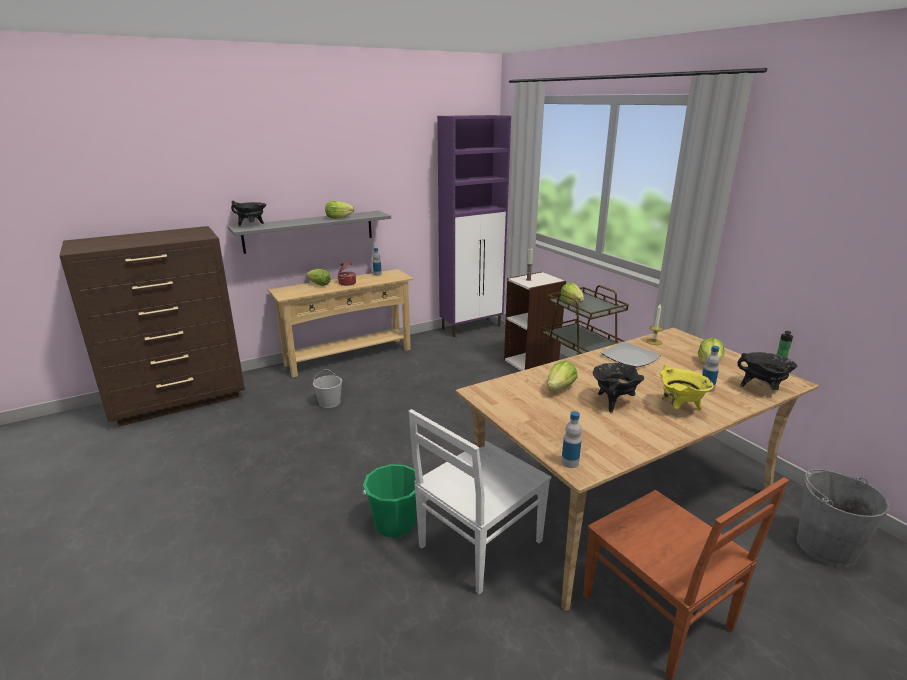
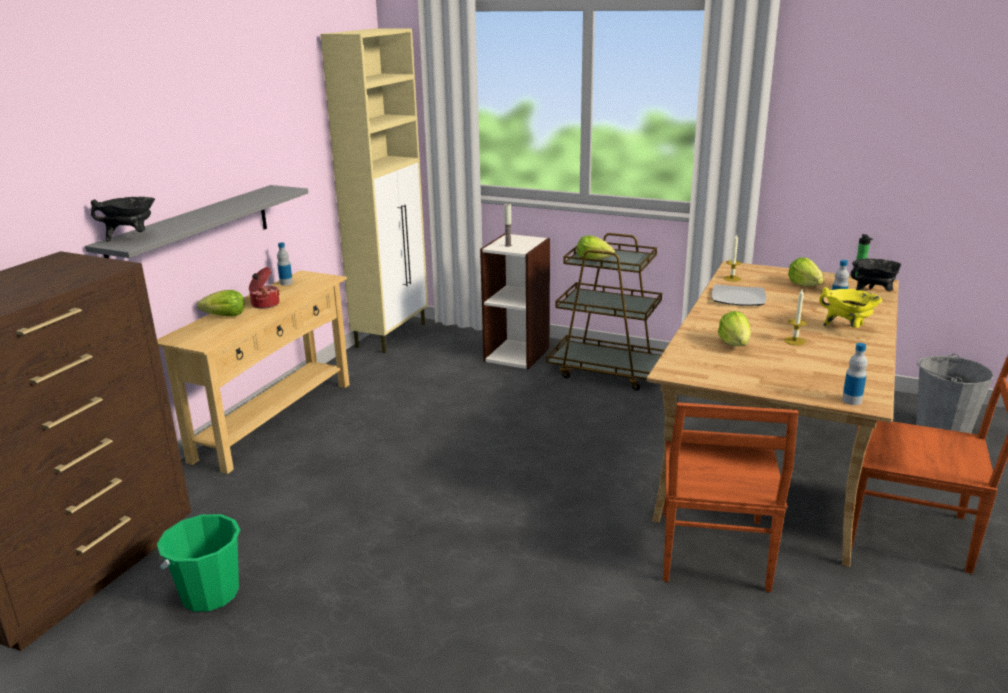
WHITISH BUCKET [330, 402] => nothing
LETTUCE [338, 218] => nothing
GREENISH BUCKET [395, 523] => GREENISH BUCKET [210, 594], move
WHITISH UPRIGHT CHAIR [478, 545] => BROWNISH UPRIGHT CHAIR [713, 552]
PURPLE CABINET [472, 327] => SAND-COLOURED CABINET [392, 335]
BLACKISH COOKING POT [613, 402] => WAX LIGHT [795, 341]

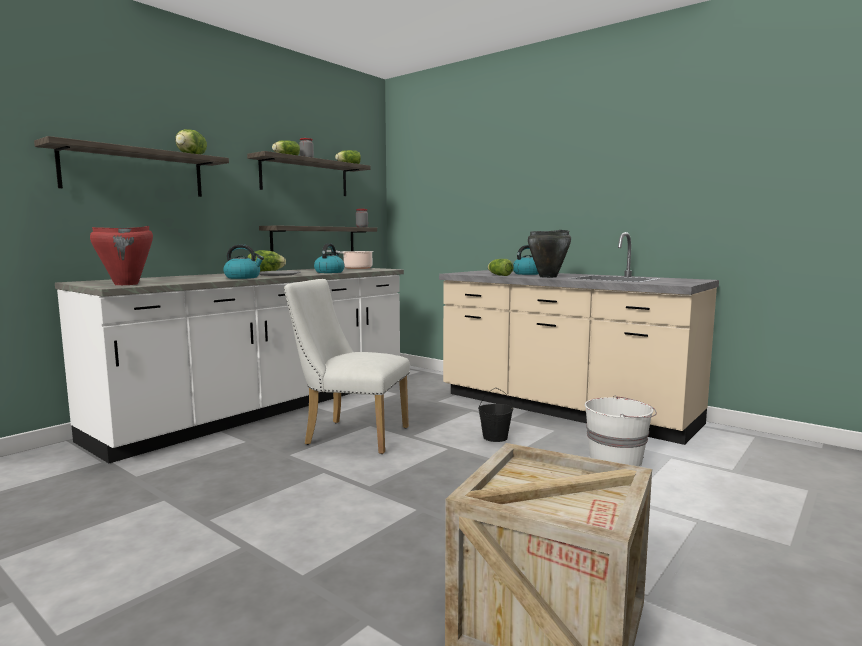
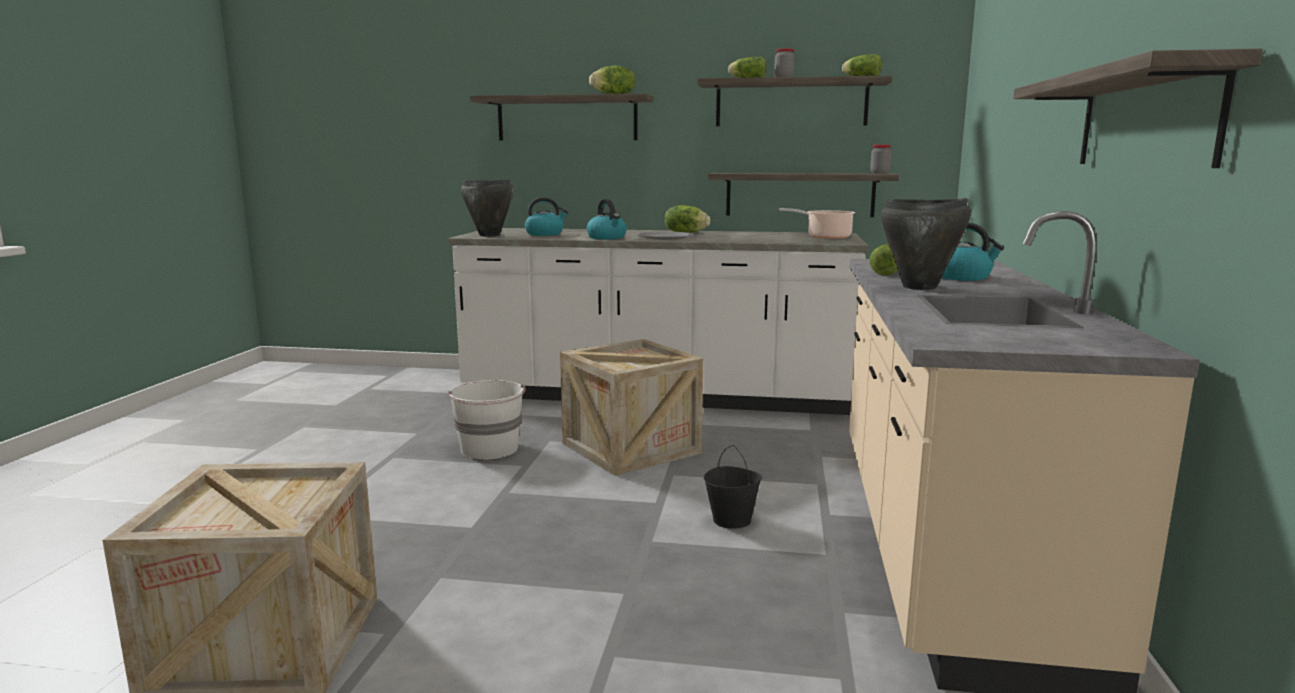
RED-COLOURED COOKING POT [126, 284] => BLACKISH COOKING POT [489, 235]
WHITISH UPRIGHT CHAIR [350, 435] => SHIPPING CRATE [631, 448]
WATER KETTLE [329, 272] => WATER KETTLE [545, 234], move
WHITISH BUCKET [616, 459] => WHITISH BUCKET [490, 449], move
nothing => SHELF [1145, 119]

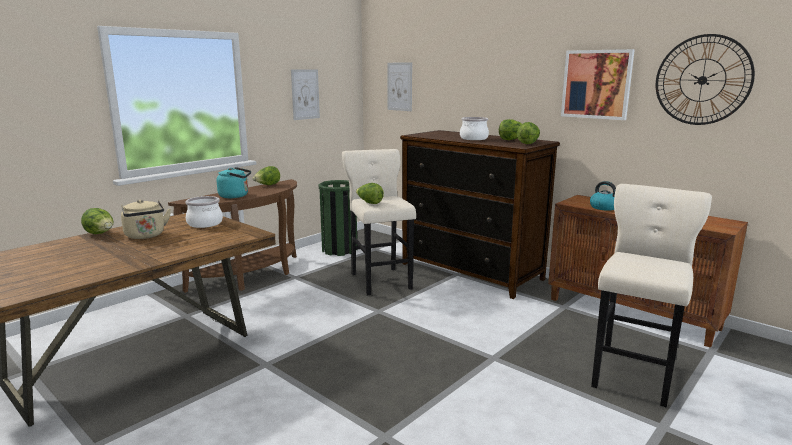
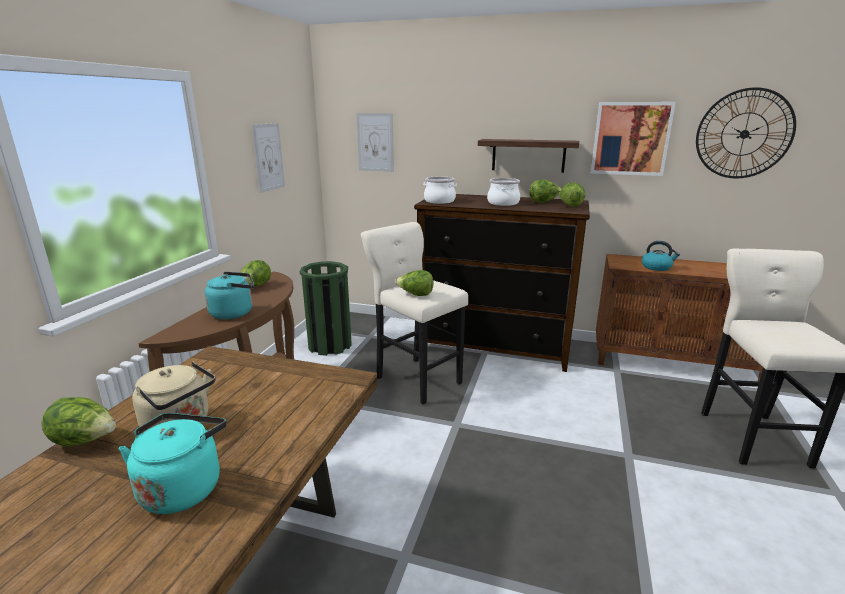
COOKING POT [205, 223] => COOKING POT [439, 201], move
nothing => TURQUOISE WATER KETTLE [183, 487]
nothing => SHELF [528, 155]

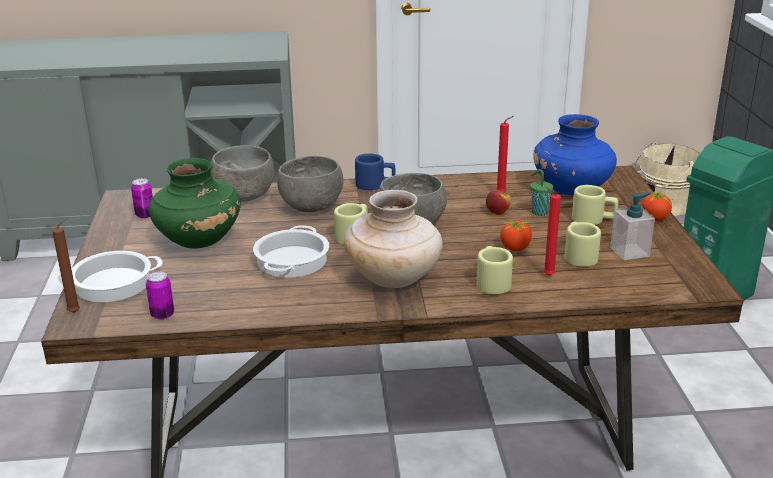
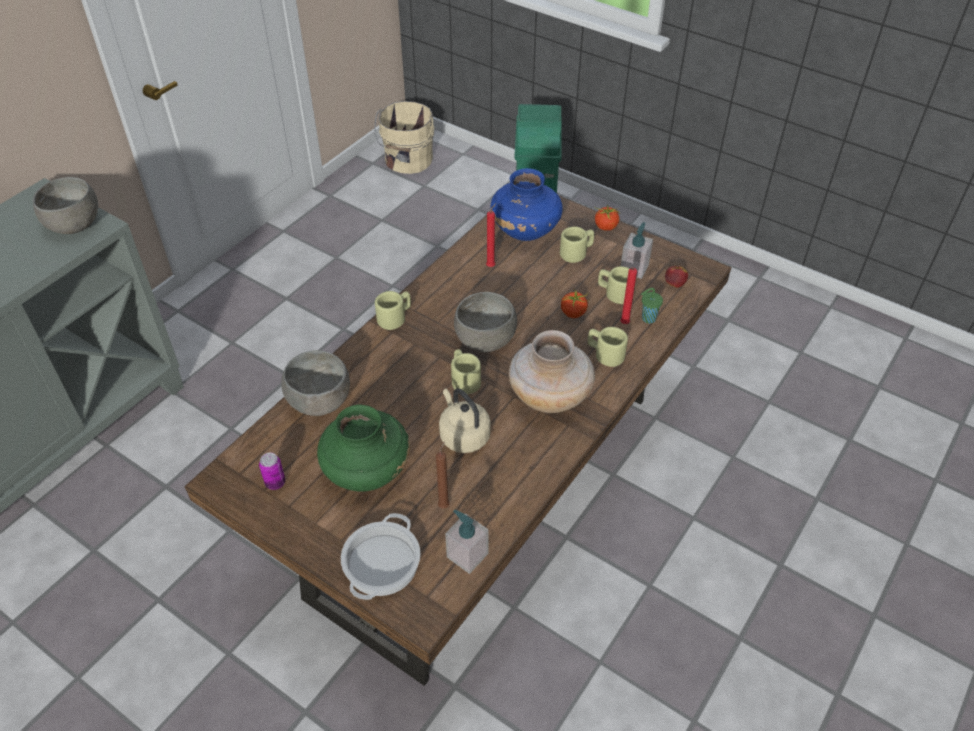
BROWNISH WAX LIGHT [76, 312] => BROWNISH WAX LIGHT [444, 504], move
CAN [162, 315] => LIQUID SOAP BOTTLE [467, 555]
COOKING POT [291, 260] => SAND-COLOURED WATER KETTLE [463, 435]
GREYISH DEEP DISH [312, 207] => GREYISH DEEP DISH [74, 225], move
BLUISH COFFEE MUG [375, 185] => SAND-COLOURED COFFEE MUG [395, 317]
APPLE [497, 213] => APPLE [674, 284], move
GREENISH CUP [538, 212] => GREENISH CUP [647, 318], move

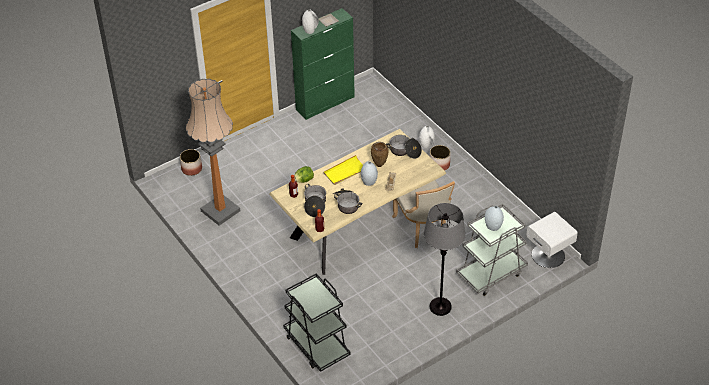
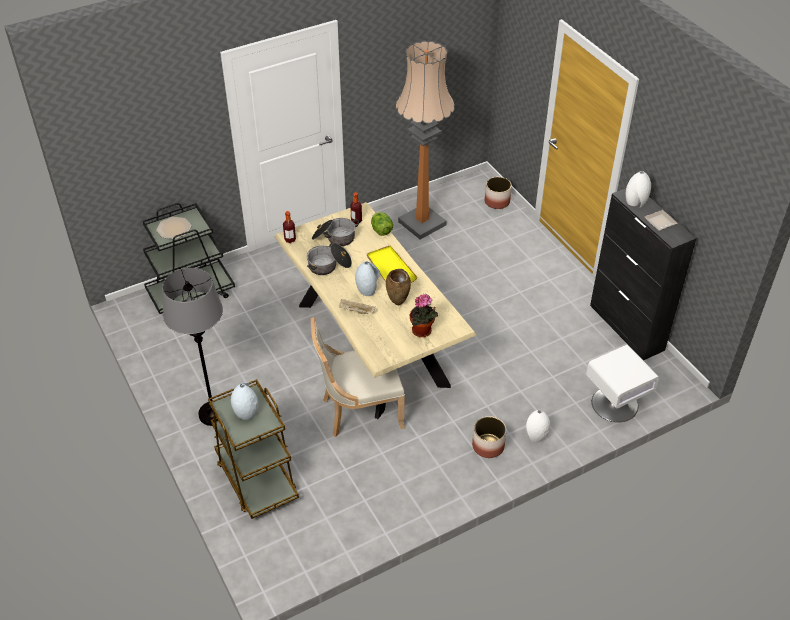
GREENISH CABINET [325, 103] => BLACKISH CABINET [626, 328]
COOKING POT [404, 151] => POTTED PLANT [423, 331]
GREYISH TROLLEY [491, 273] => BROWNISH TROLLEY [256, 479]
WHITISH BEDSIDE TABLE [548, 255] => WHITISH BEDSIDE TABLE [615, 404], move
nothing => DINNER PLATE [174, 228]

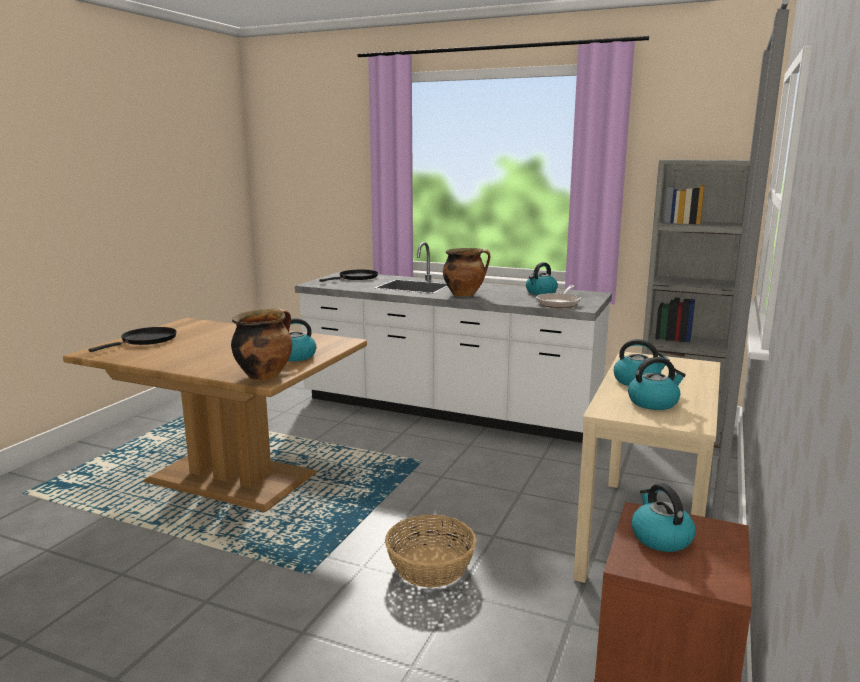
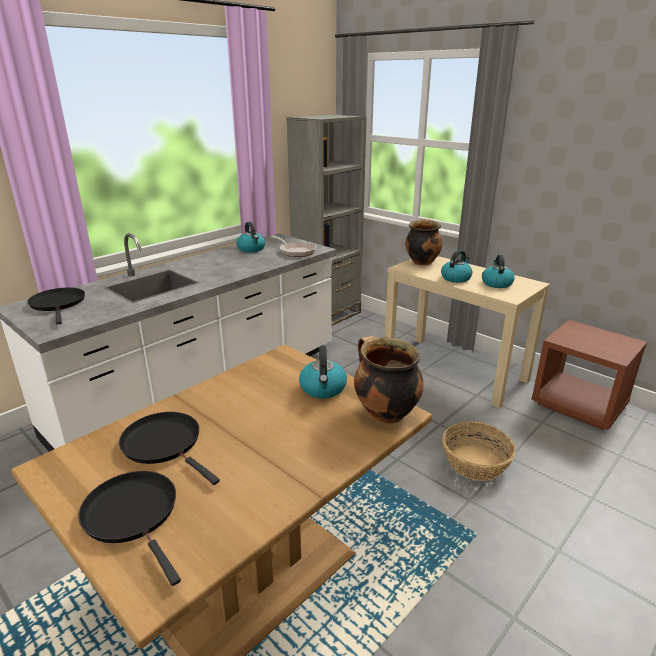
COOKING POT [465, 294] => COOKING POT [422, 262], move
WATER KETTLE [660, 538] => nothing
nothing => BLACKISH FRYING PAN [165, 444]

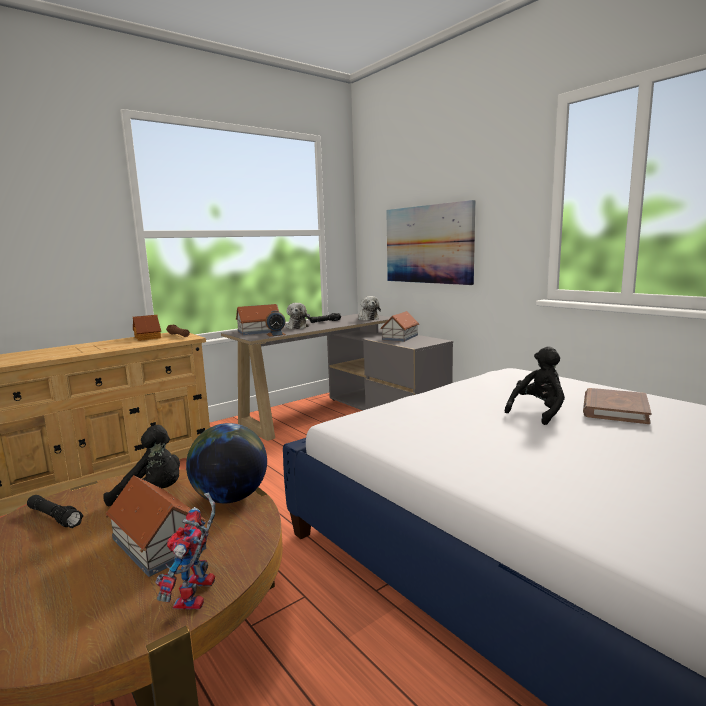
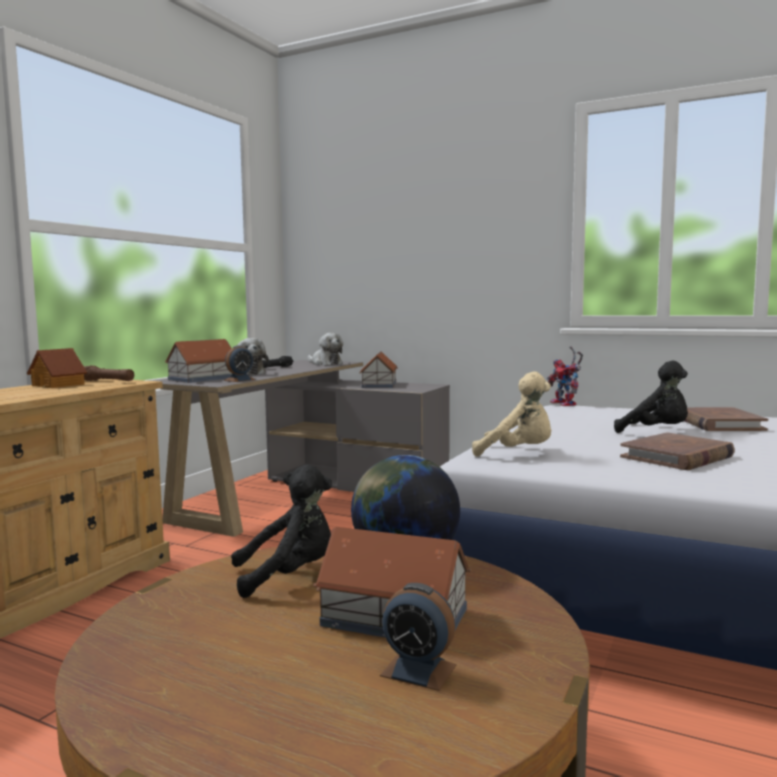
BLACKISH FLASHLIGHT [54, 517] => nothing
TOY ROBOT [197, 597] => TOY ROBOT [566, 404], move
WALL ART [428, 244] => nothing
BLACKISH SOFT TOY [538, 412] => BLACKISH SOFT TOY [656, 432], 105 degrees clockwise
nothing => TABLE CLOCK [418, 670]
nothing => SAND-COLOURED SOFT TOY [518, 454]
nothing => BROWNISH BOUND BOOK [677, 457]

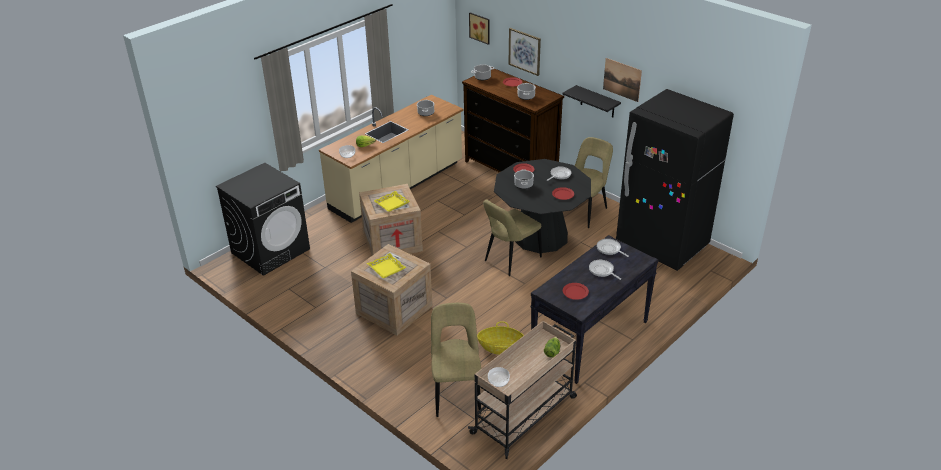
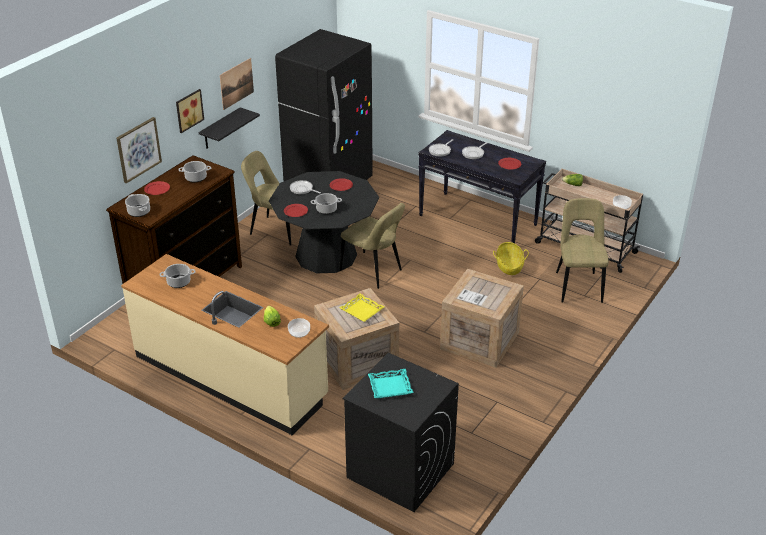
YELLOW TRAY [386, 268] => nothing
SAND-COLOURED UPRIGHT CHAIR [456, 392] => SAND-COLOURED UPRIGHT CHAIR [578, 285], 105 degrees clockwise
WALL ART [480, 27] => WALL ART [188, 110], move
nothing => TURQUOISE TRAY [390, 386]

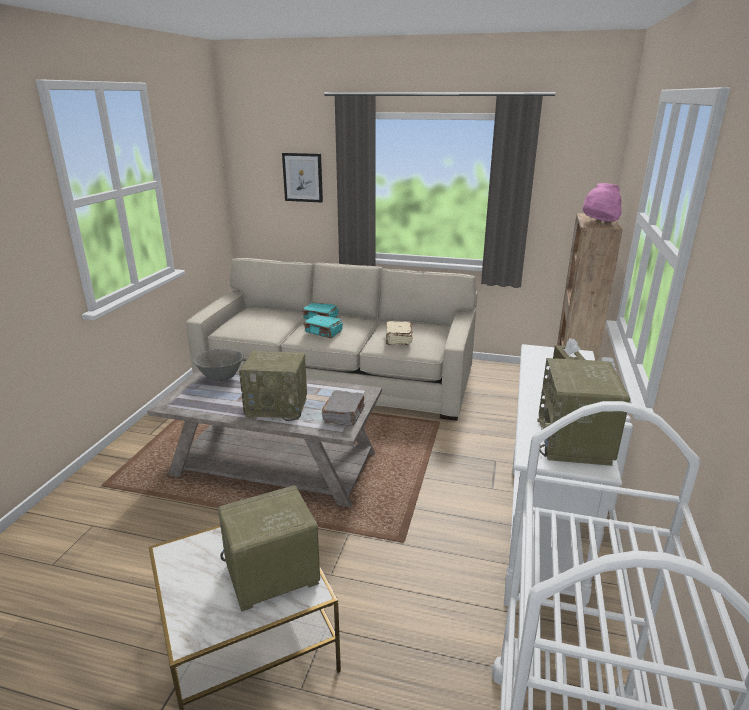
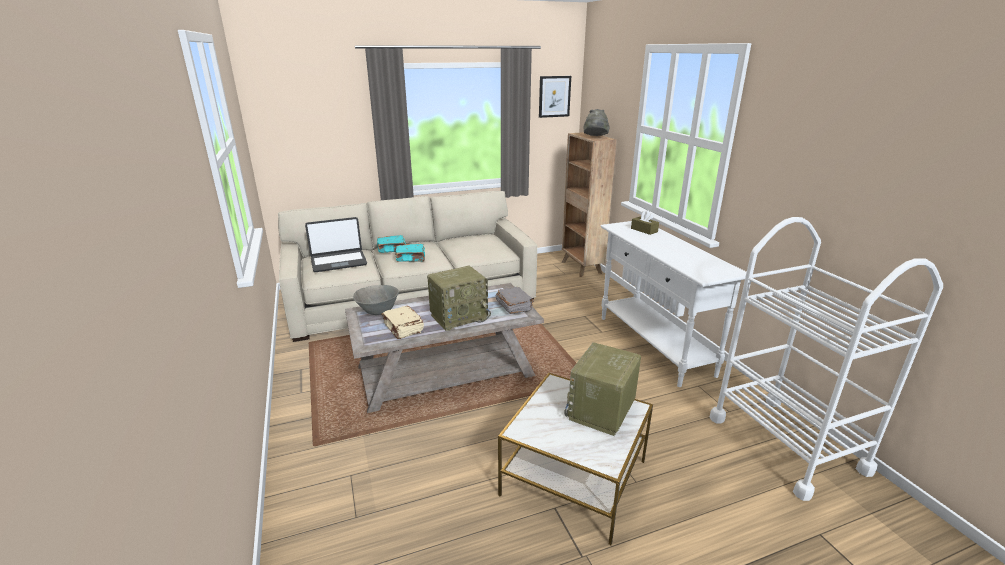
WALL ART [303, 177] => WALL ART [554, 96], move
SAND-COLOURED BOUND BOOK [398, 339] => SAND-COLOURED BOUND BOOK [403, 328], move
RADIO SET [575, 442] => nothing
PINK CLOTHING HAT [599, 223] => GREYISH CLOTHING HAT [595, 137]
nothing => PORTABLE COMPUTER [338, 262]

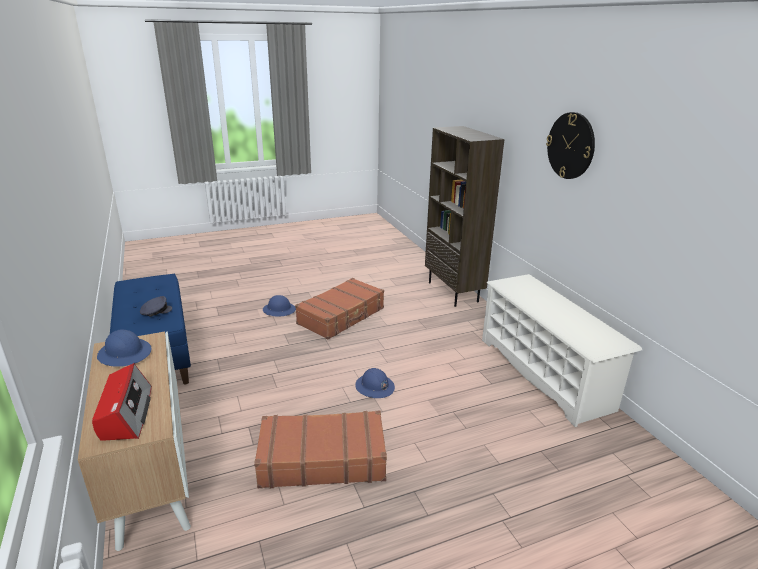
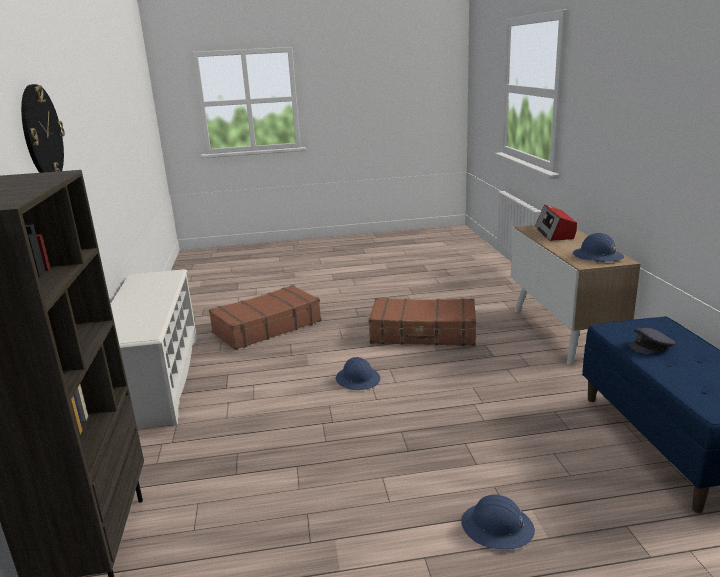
BROWNISH TRAVEL CASE [342, 316] => BROWNISH TRAVEL CASE [266, 327], move

